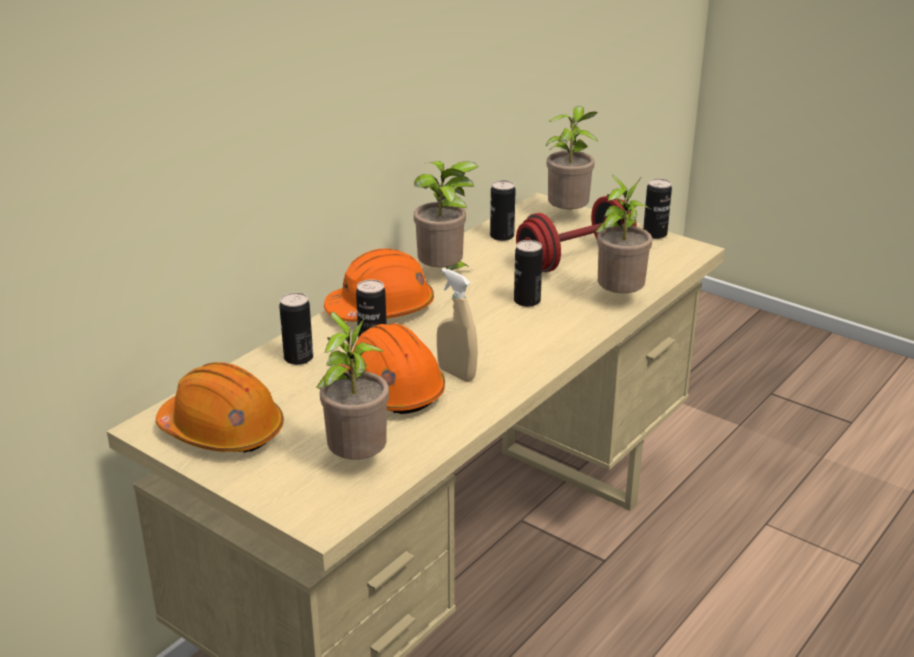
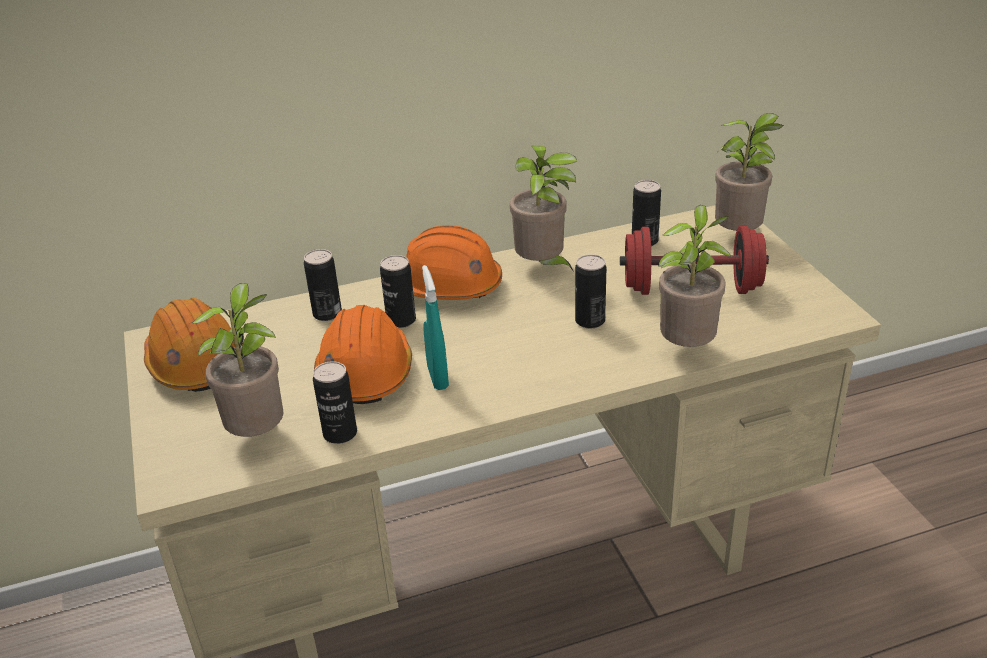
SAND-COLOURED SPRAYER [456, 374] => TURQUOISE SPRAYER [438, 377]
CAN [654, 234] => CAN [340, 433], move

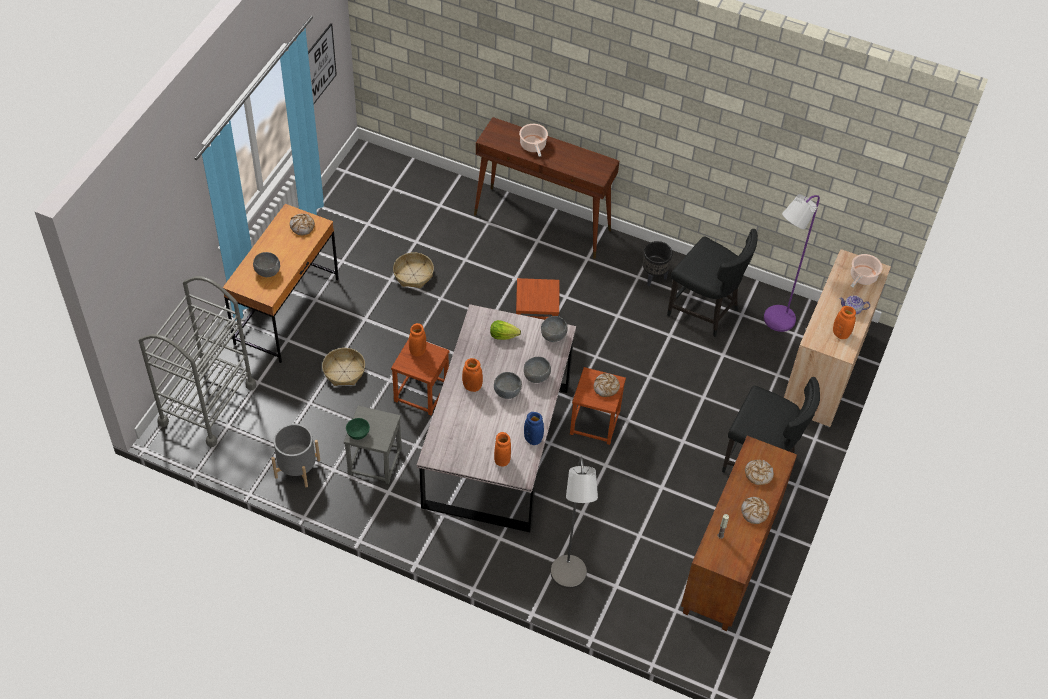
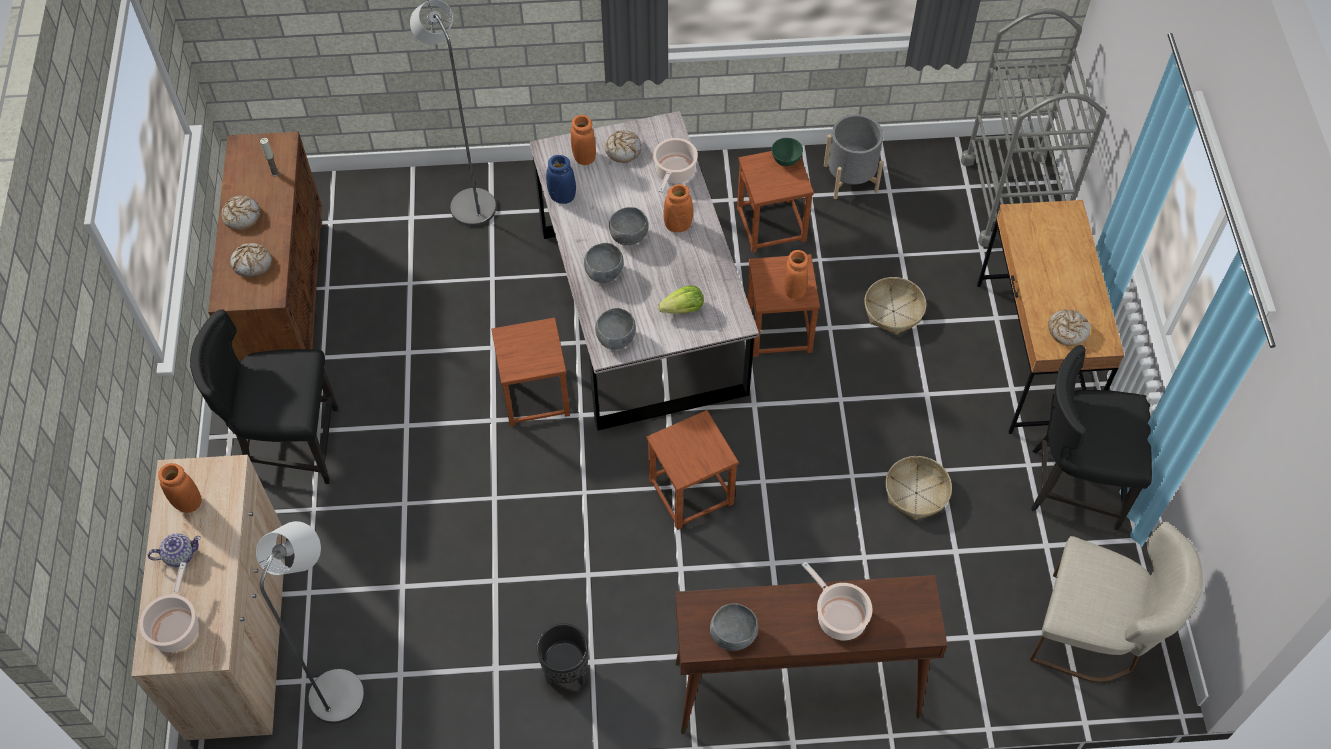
GREYISH DEEP DISH [268, 272] => GREYISH DEEP DISH [733, 635], move
WALL ART [320, 65] => nothing
GREYISH STOOL SEAT [374, 461] => BROWNISH STOOL SEAT [772, 225]
BREAD [606, 387] => BREAD [623, 149], move
BLACKISH UPRIGHT CHAIR [704, 311] => BLACKISH UPRIGHT CHAIR [1072, 484], move
PURPLE STANDING LAMP [774, 322] => GREYISH STANDING LAMP [342, 686]
nothing => COOKING POT [674, 172]
nothing => SAND-COLOURED UPRIGHT CHAIR [1094, 634]

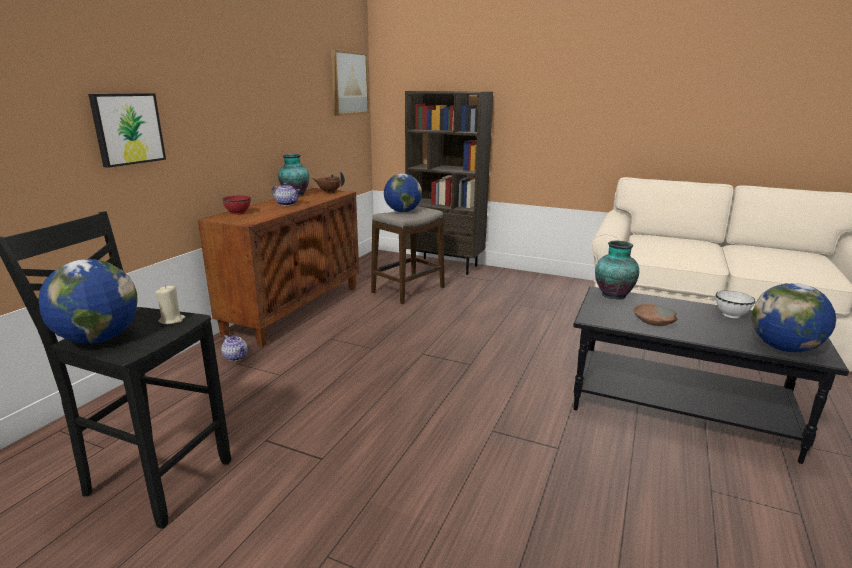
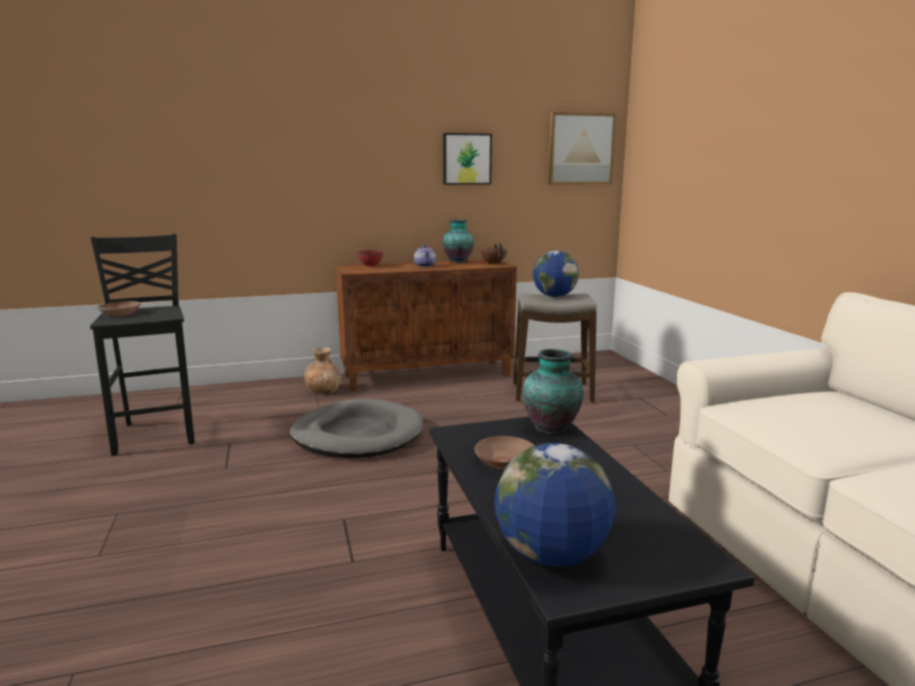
GLOBE [98, 339] => BROWNISH DEEP DISH [121, 313]
WALL ART [127, 129] => WALL ART [466, 159], move
SAND-COLOURED WAX LIGHT [172, 320] => nothing
TEA POT [236, 357] => BROWNISH VASE [324, 390]
BROWNISH BOOKCASE [445, 266] => nothing
WHITISH DEEP DISH [731, 315] => nothing
nothing => GREYISH DOG CUSHION [358, 435]

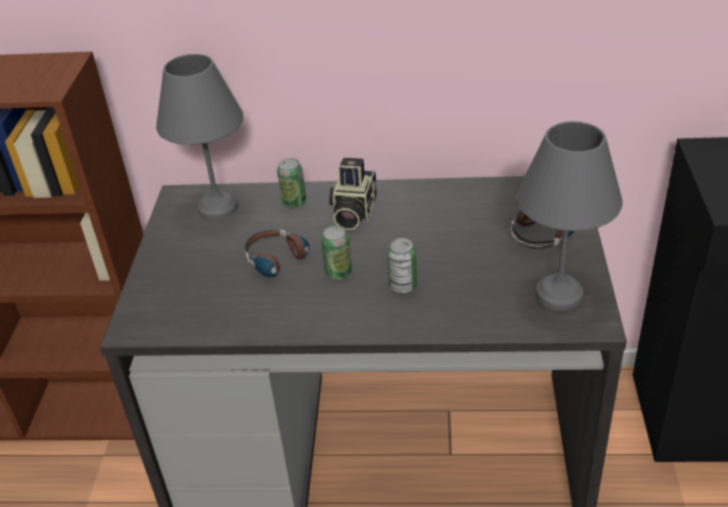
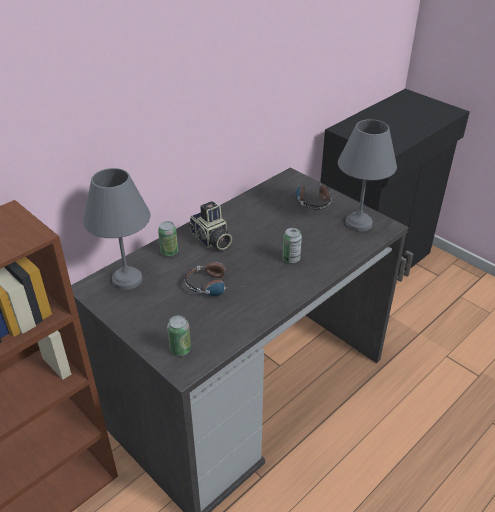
CAN [338, 272] => CAN [180, 349], move

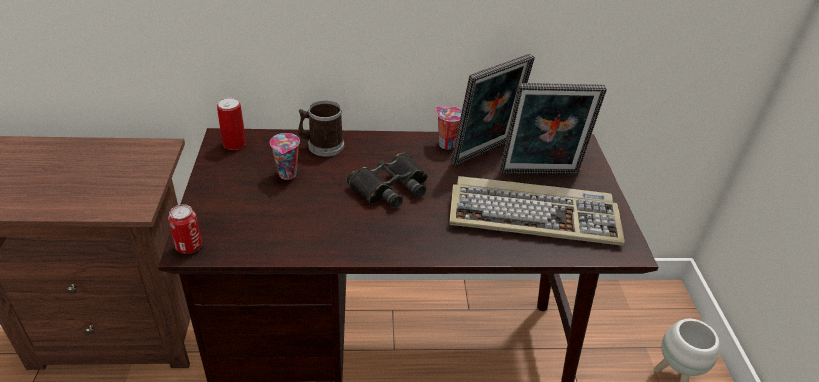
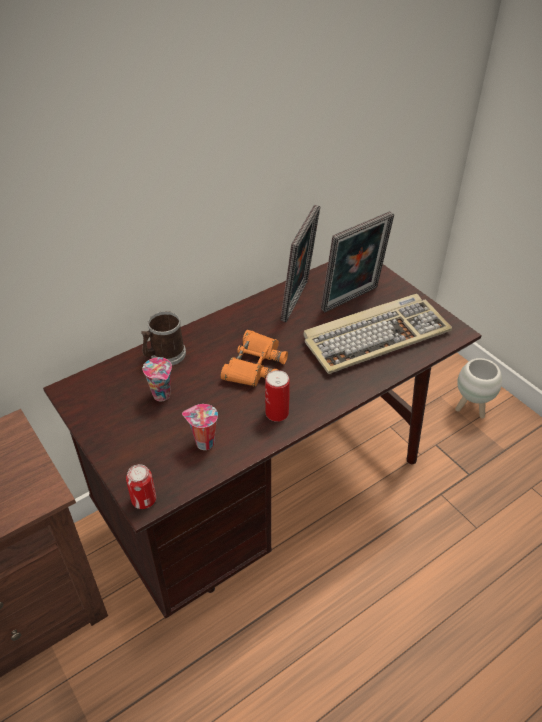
CAN [234, 144] => CAN [277, 413], move
BLACKISH BINOCULARS [390, 187] => ORANGE BINOCULARS [254, 365]
CUP [445, 144] => CUP [203, 443], move

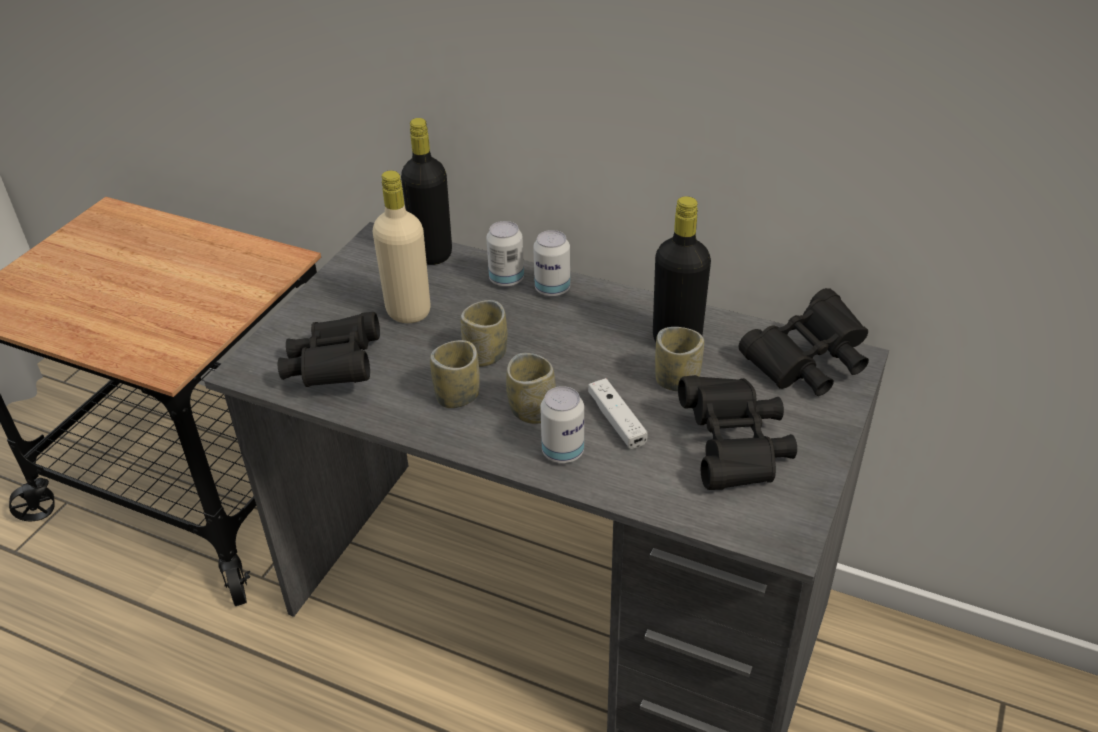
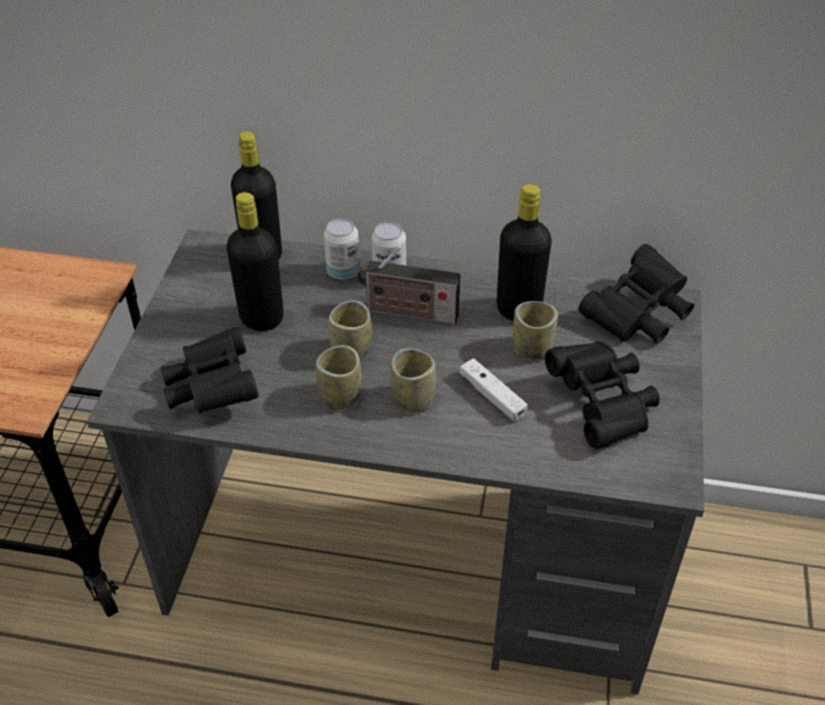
SAND-COLOURED BEVERAGE BOTTLE [408, 311] => BLACKISH BEVERAGE BOTTLE [261, 318]
CAN [563, 452] => nothing
nothing => RADIO SET [407, 313]

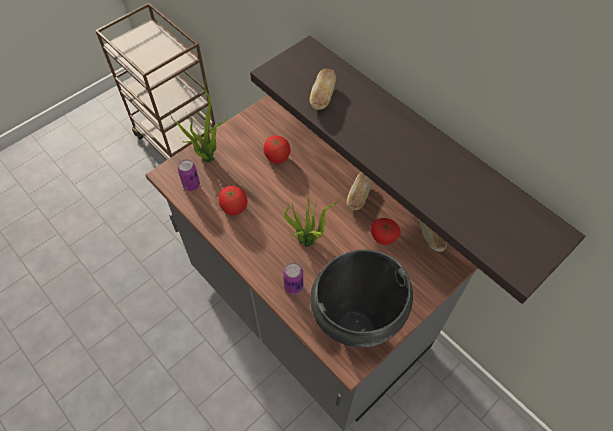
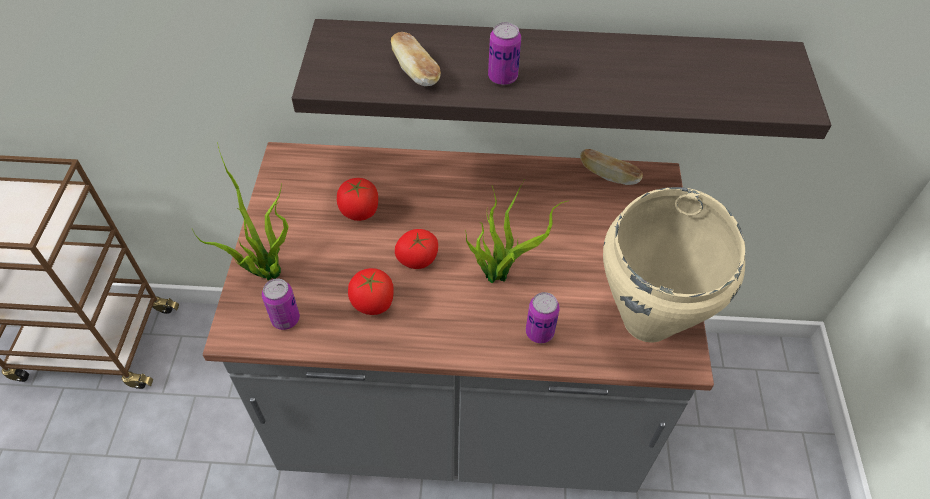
BLACKISH COOKING POT [356, 328] => SAND-COLOURED COOKING POT [648, 320]
BREAD [359, 196] => nothing
FRESH TOMATO [383, 237] => FRESH TOMATO [417, 259], move
nothing => CAN [502, 77]

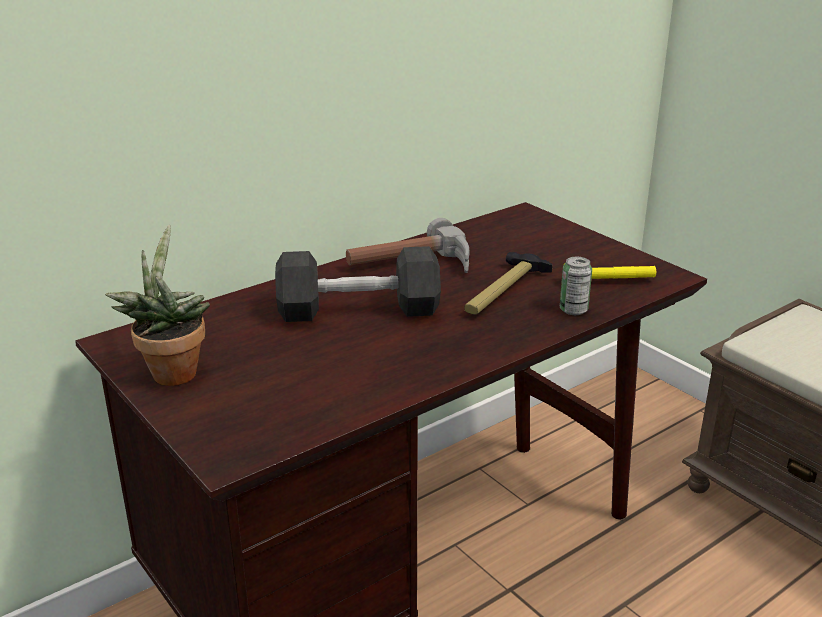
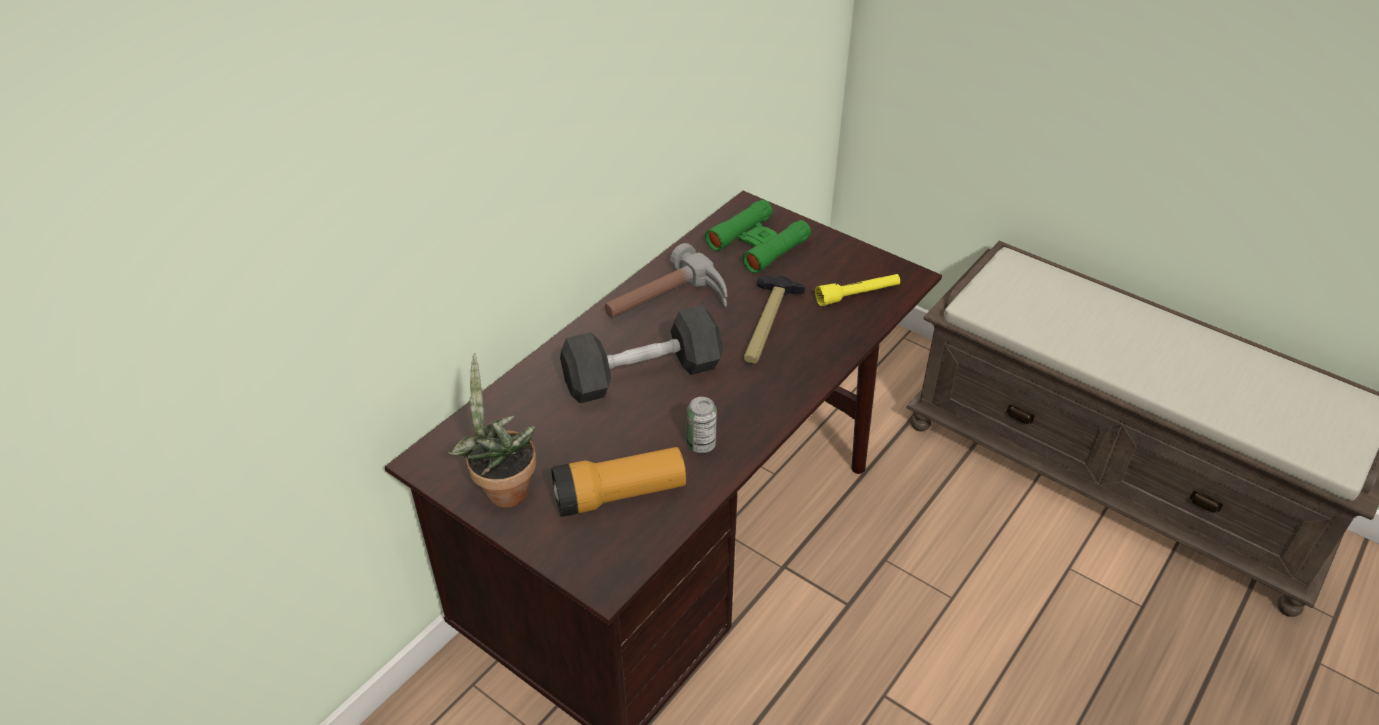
CAN [573, 310] => CAN [701, 444], move
nothing => FLASHLIGHT [619, 495]
nothing => GREENISH BINOCULARS [758, 244]

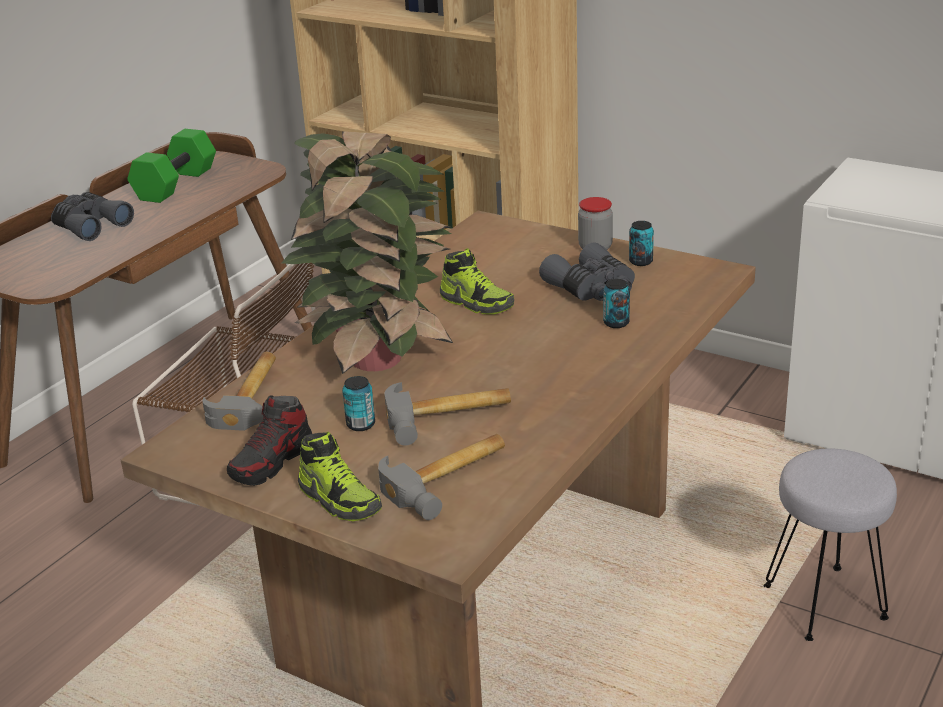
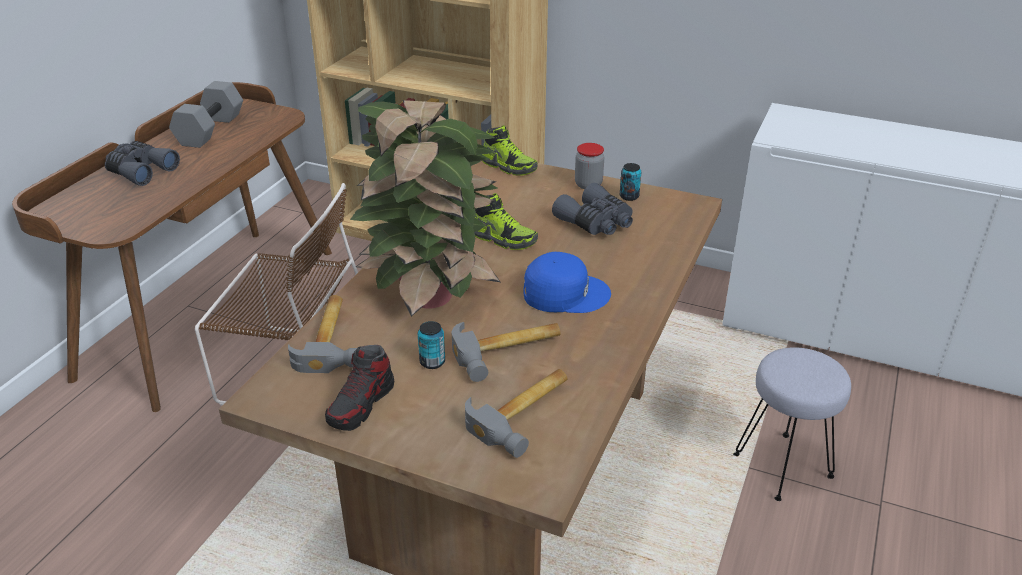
GREENISH FREE WEIGHT [175, 183] => GREYISH FREE WEIGHT [209, 129]
ITEM OF FOOTWEAR [340, 500] => ITEM OF FOOTWEAR [509, 167], move
CAN [616, 323] => nothing
nothing => BLUISH CAP [565, 292]

